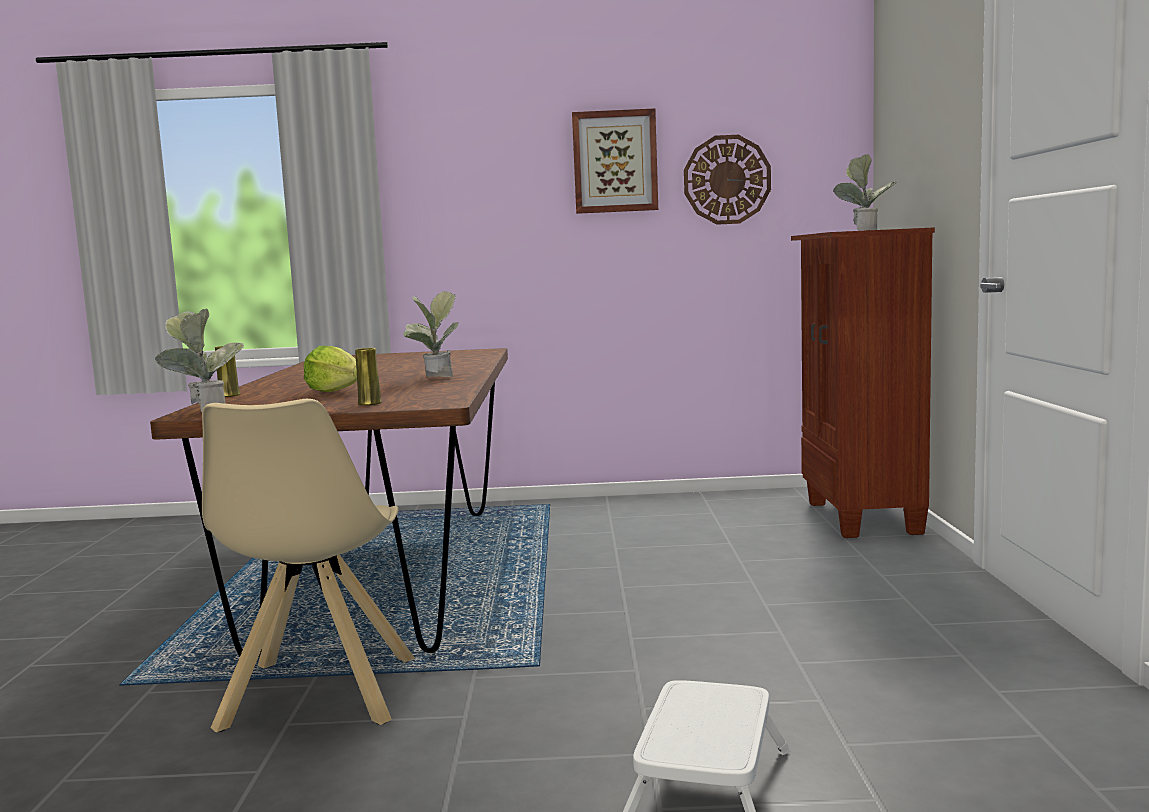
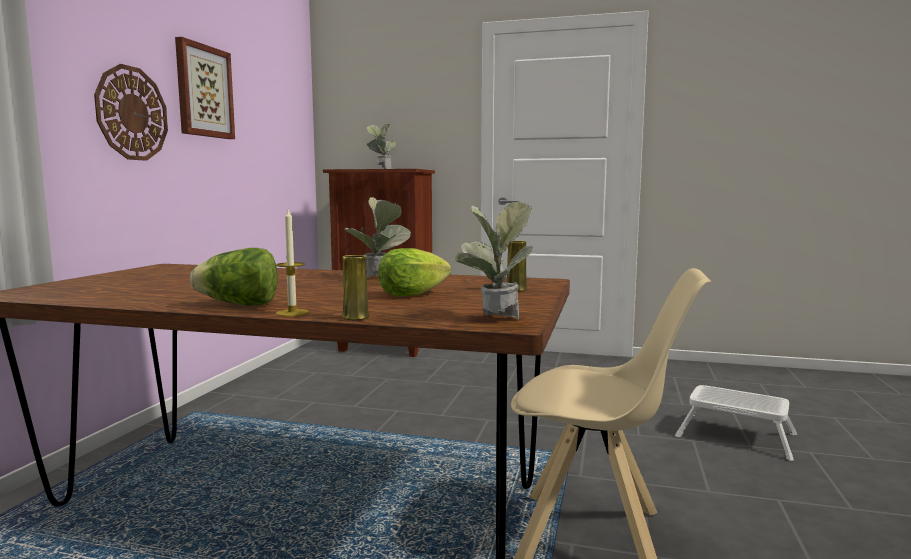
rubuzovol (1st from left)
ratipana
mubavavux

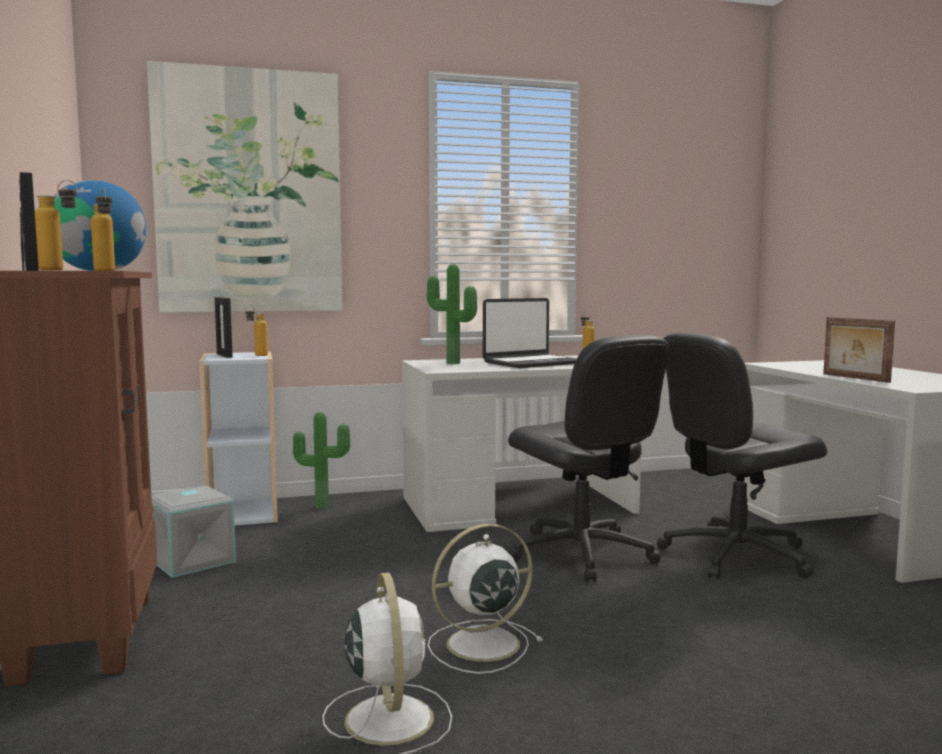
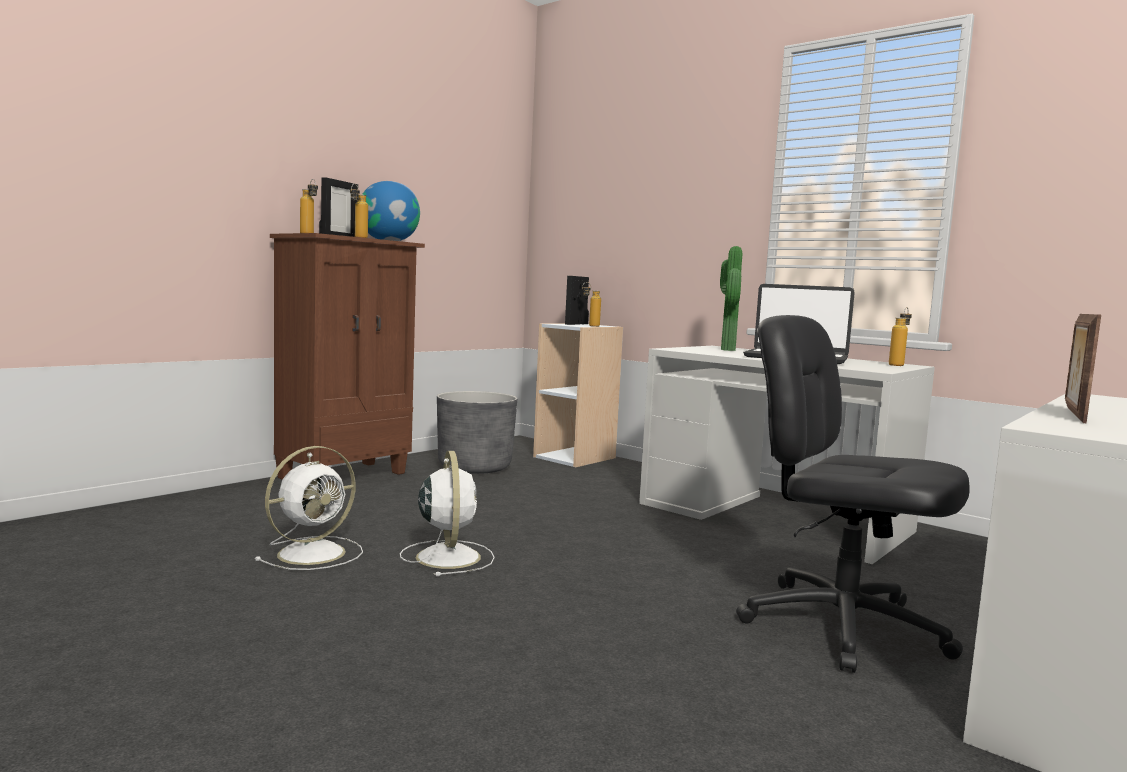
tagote
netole (1st from left in the first image)
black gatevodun (1st from left in the first image)
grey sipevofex
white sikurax (2nd from left)

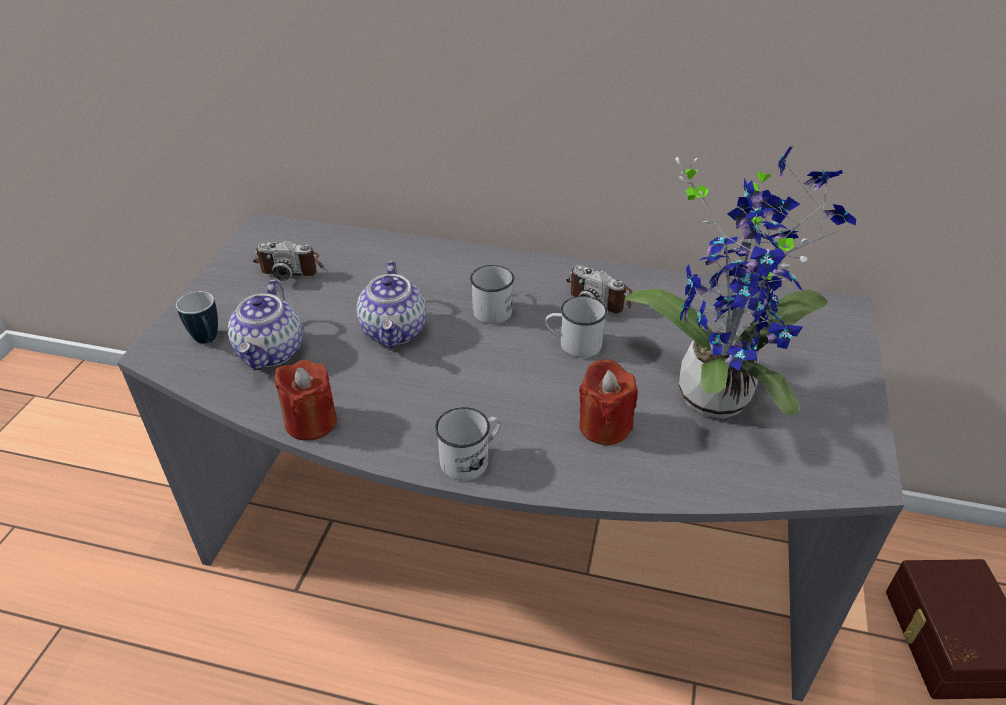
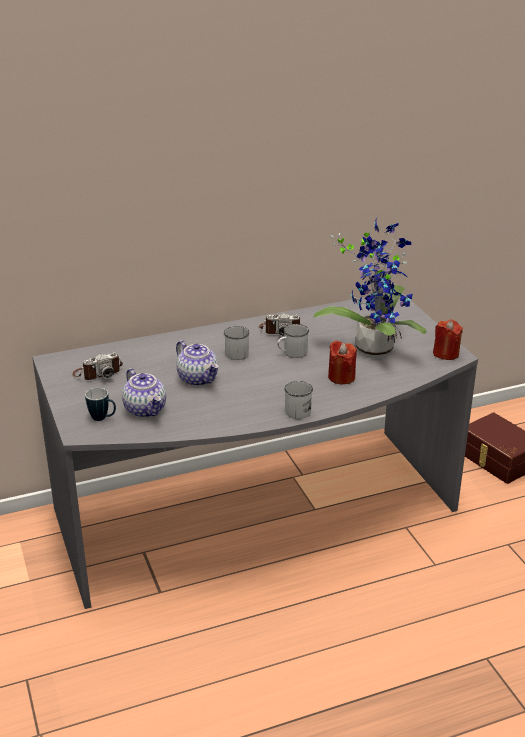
red ratipana (2nd from left)

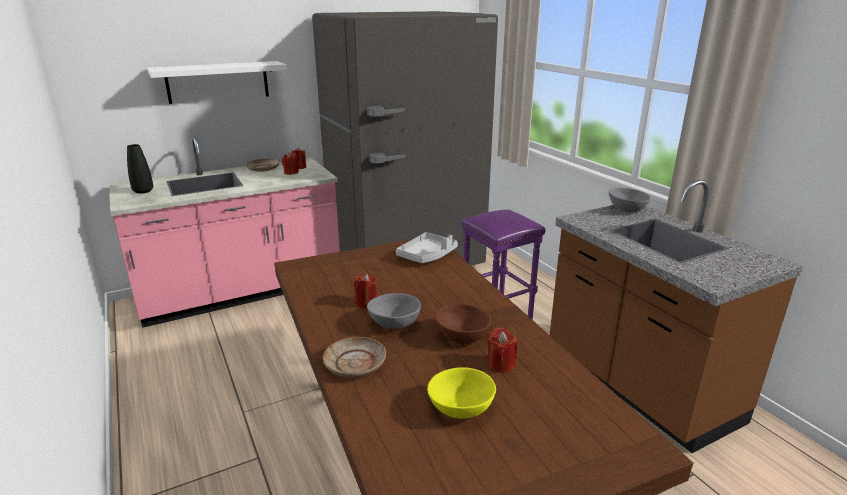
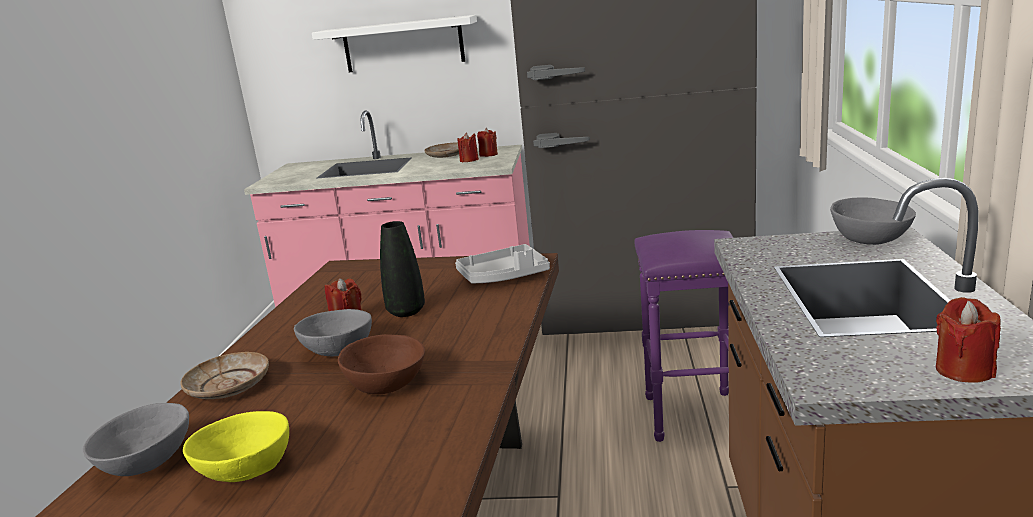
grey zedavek (1st from left)
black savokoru
red ratipana (4th from left)

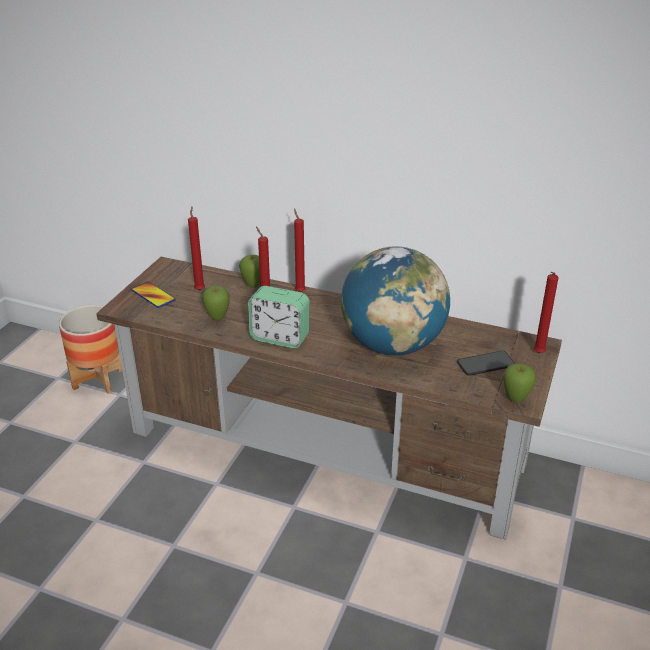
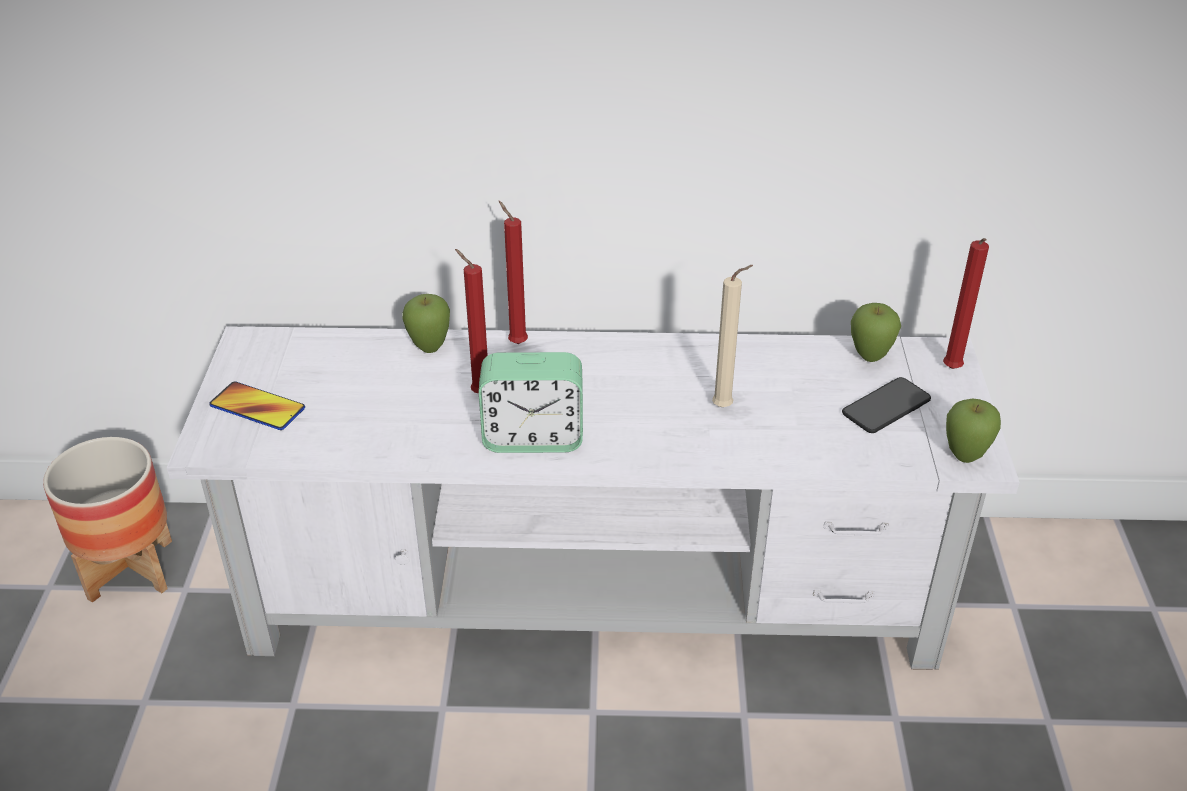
red ratipana (1st from left in the first image)
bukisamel (2nd from left)
beige ratipana
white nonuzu

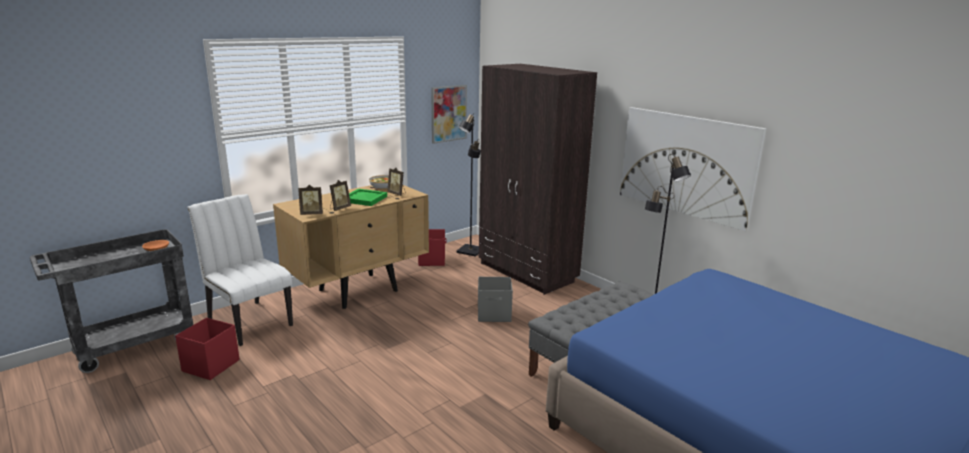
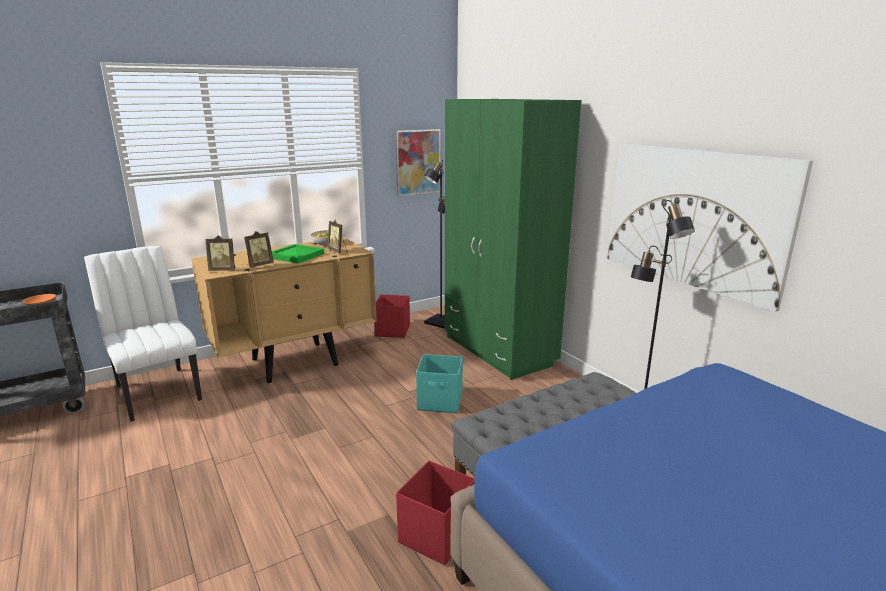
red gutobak (2nd from left)
turquoise gutobak
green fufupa

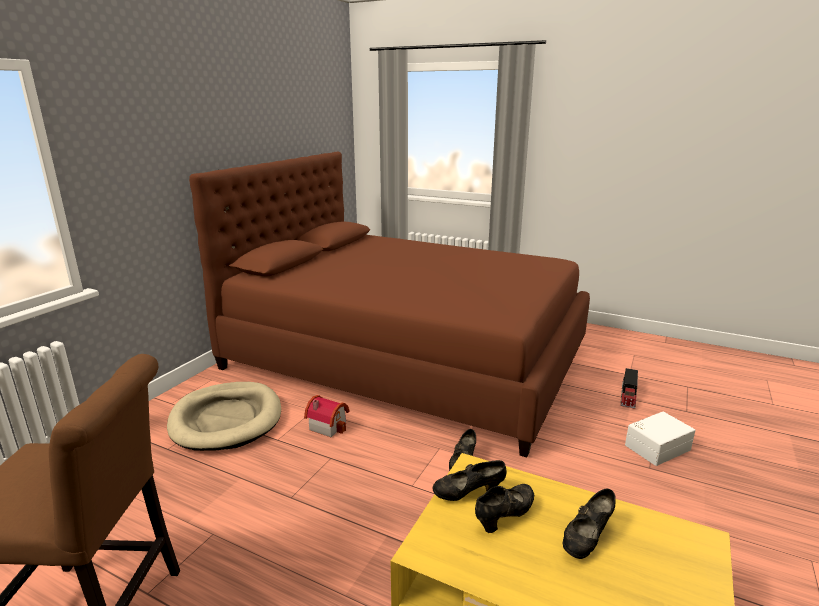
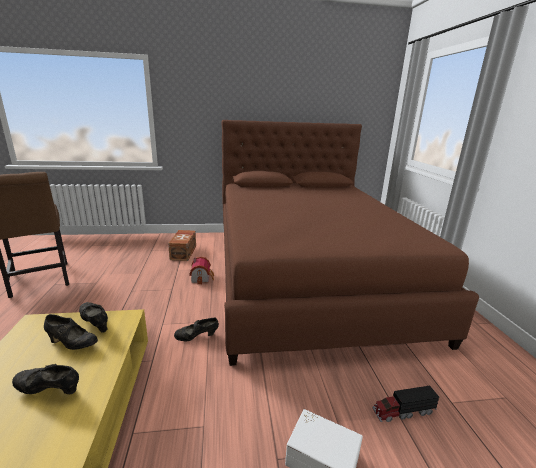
brown gutobak

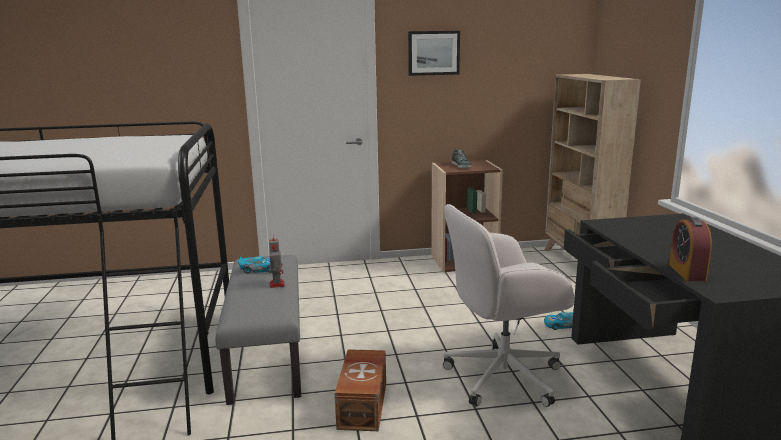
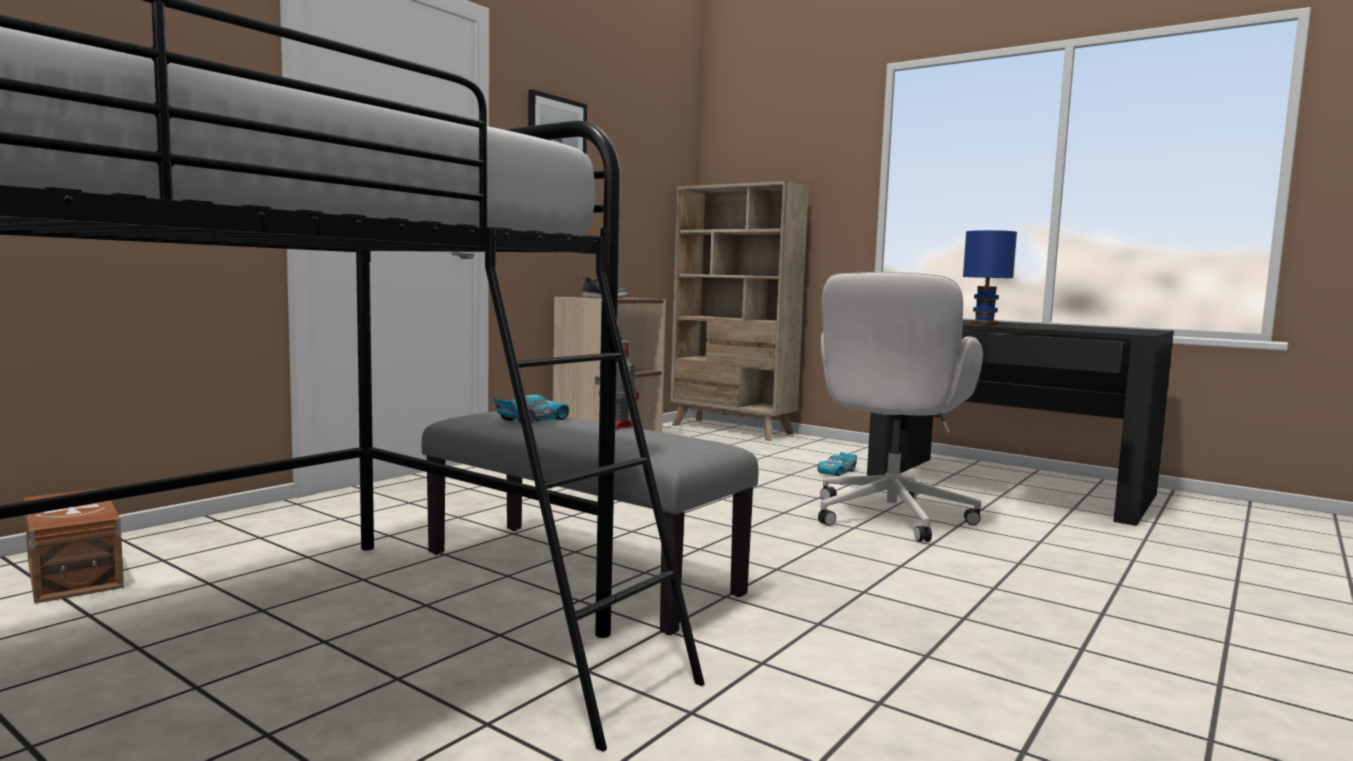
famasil
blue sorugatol
brown gutobak

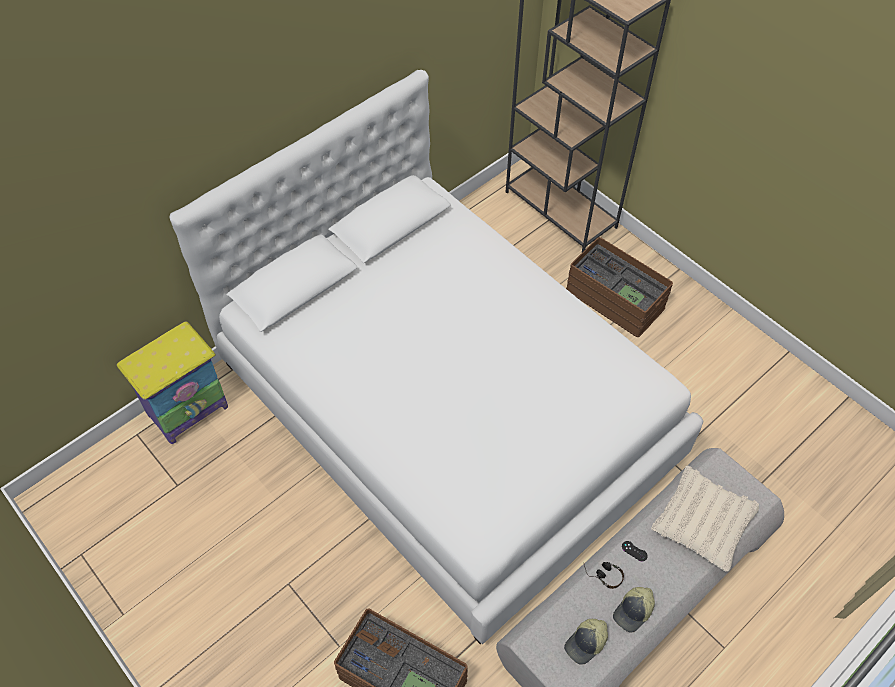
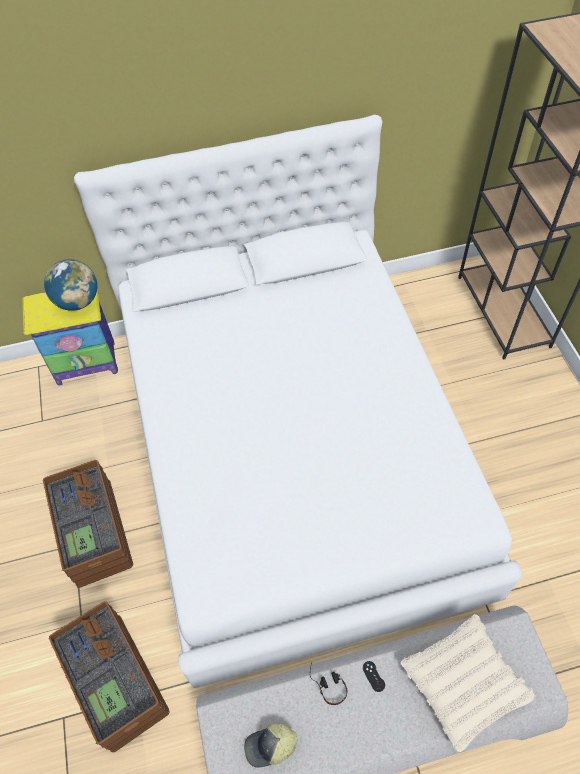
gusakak (2nd from left in the first image)
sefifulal
brown gutobak (1st from left)

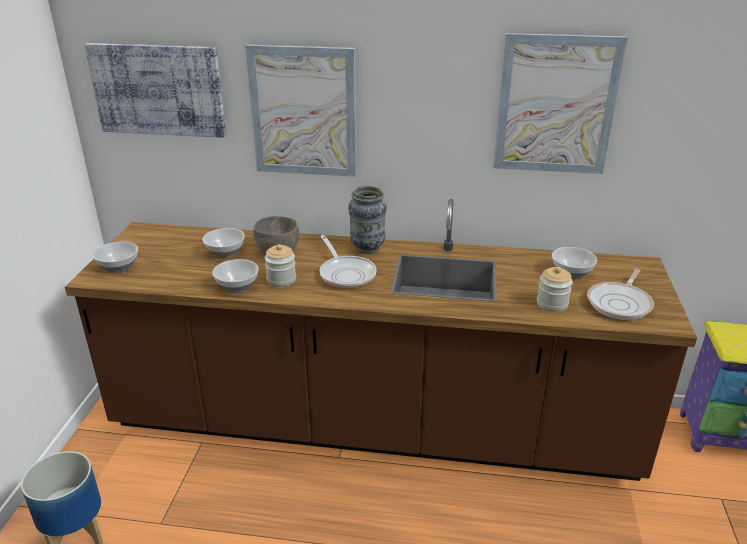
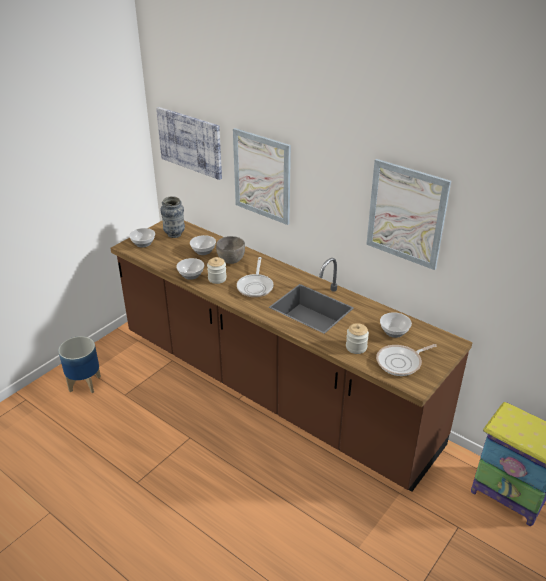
savokoru

